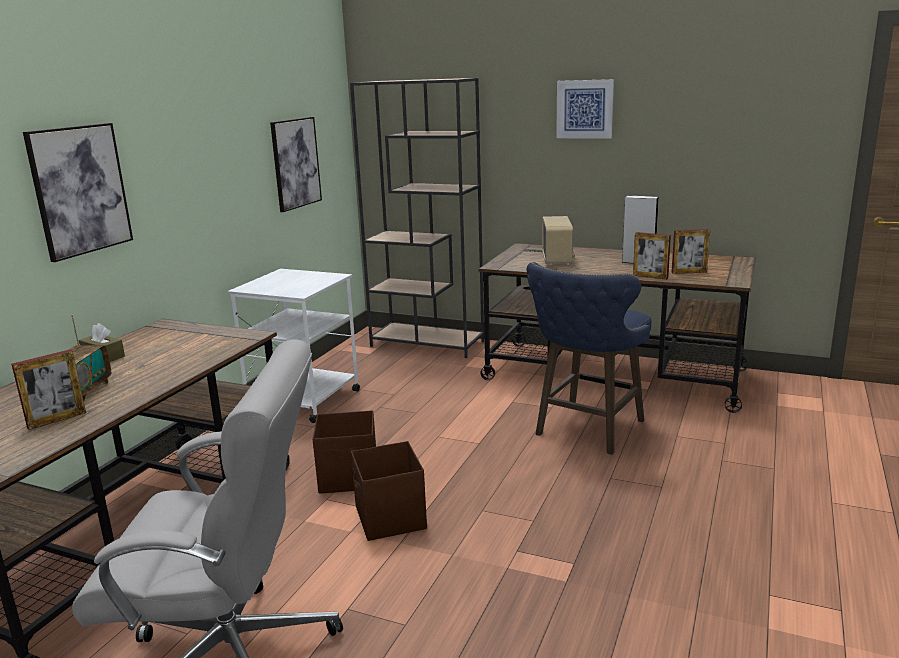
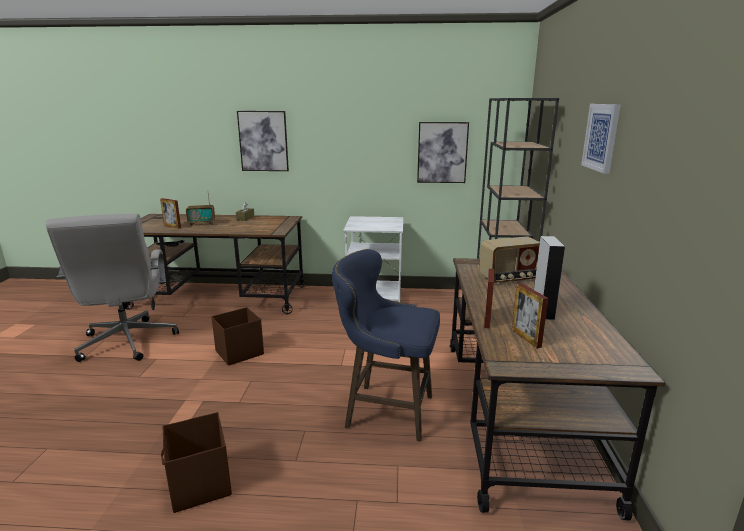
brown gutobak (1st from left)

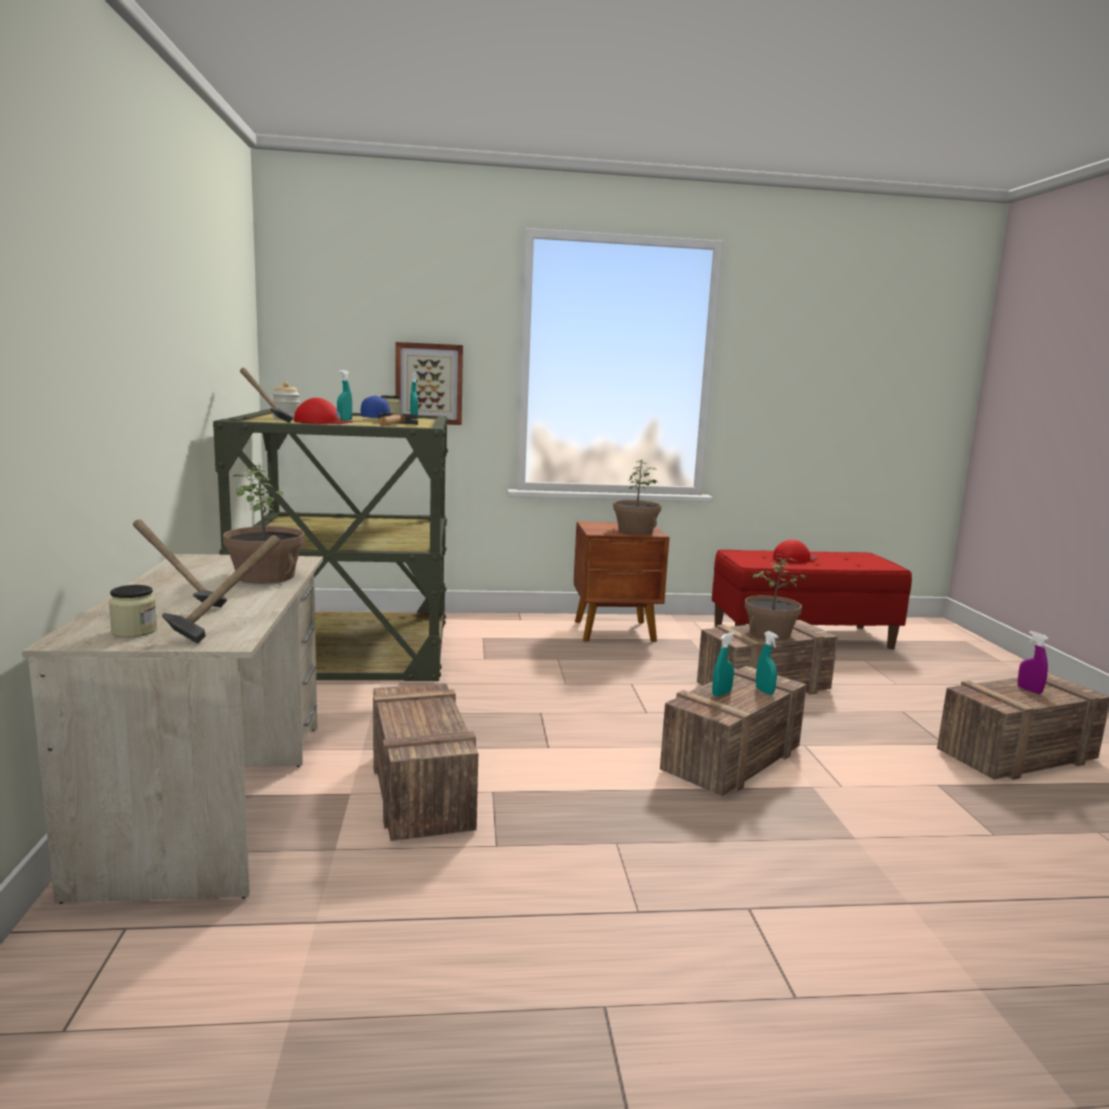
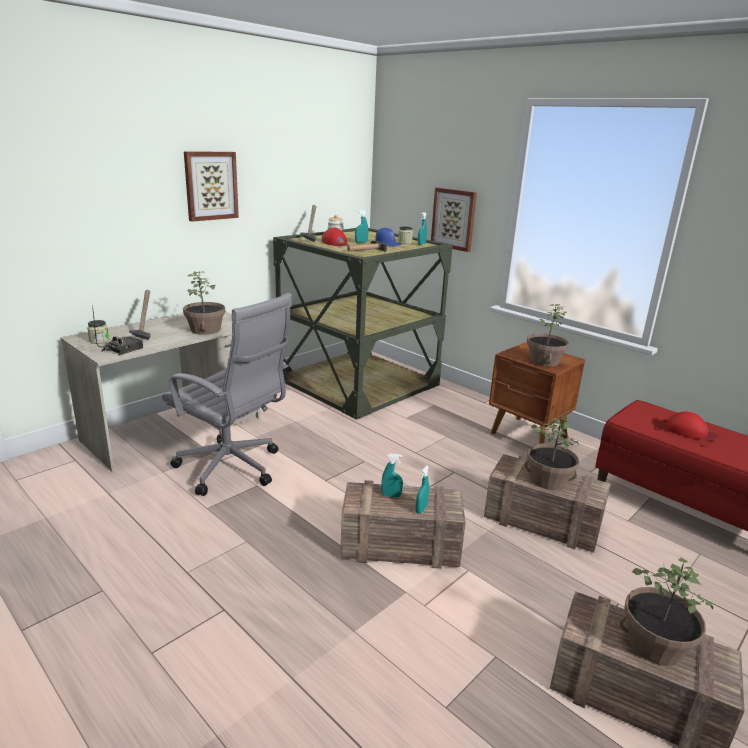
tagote (1st from left)
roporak
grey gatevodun
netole (4th from left)

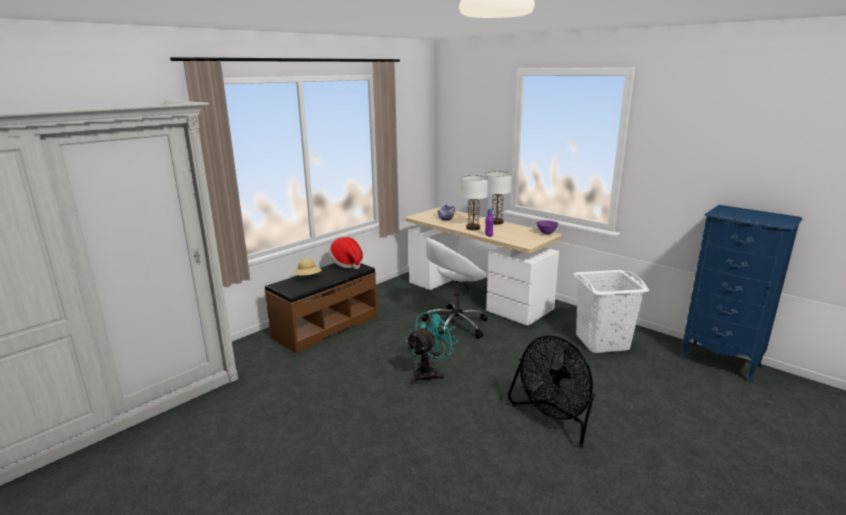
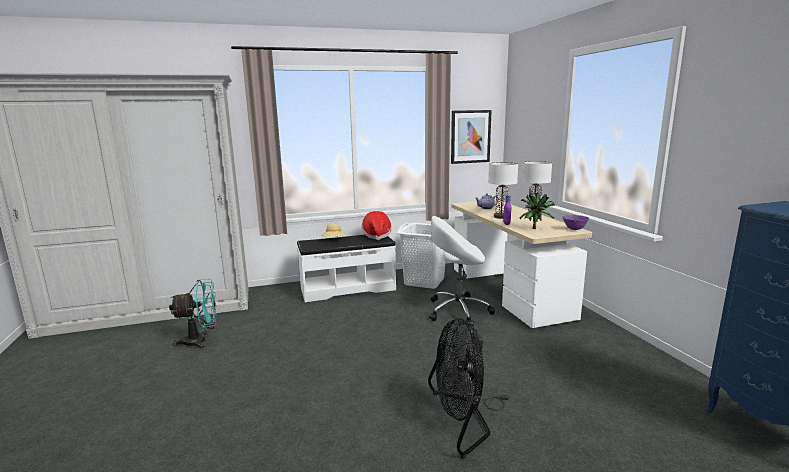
tagote
netole
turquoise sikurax
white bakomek
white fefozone

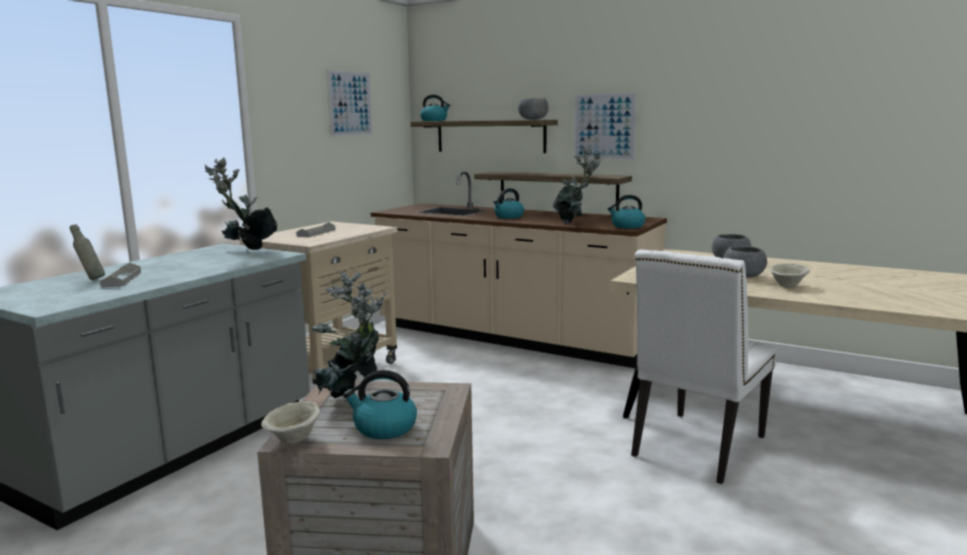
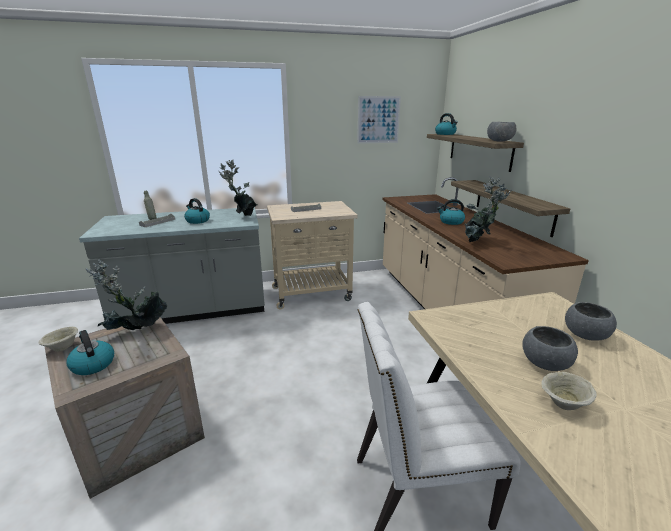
tagote (2nd from left in the first image)
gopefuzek (2nd from left)

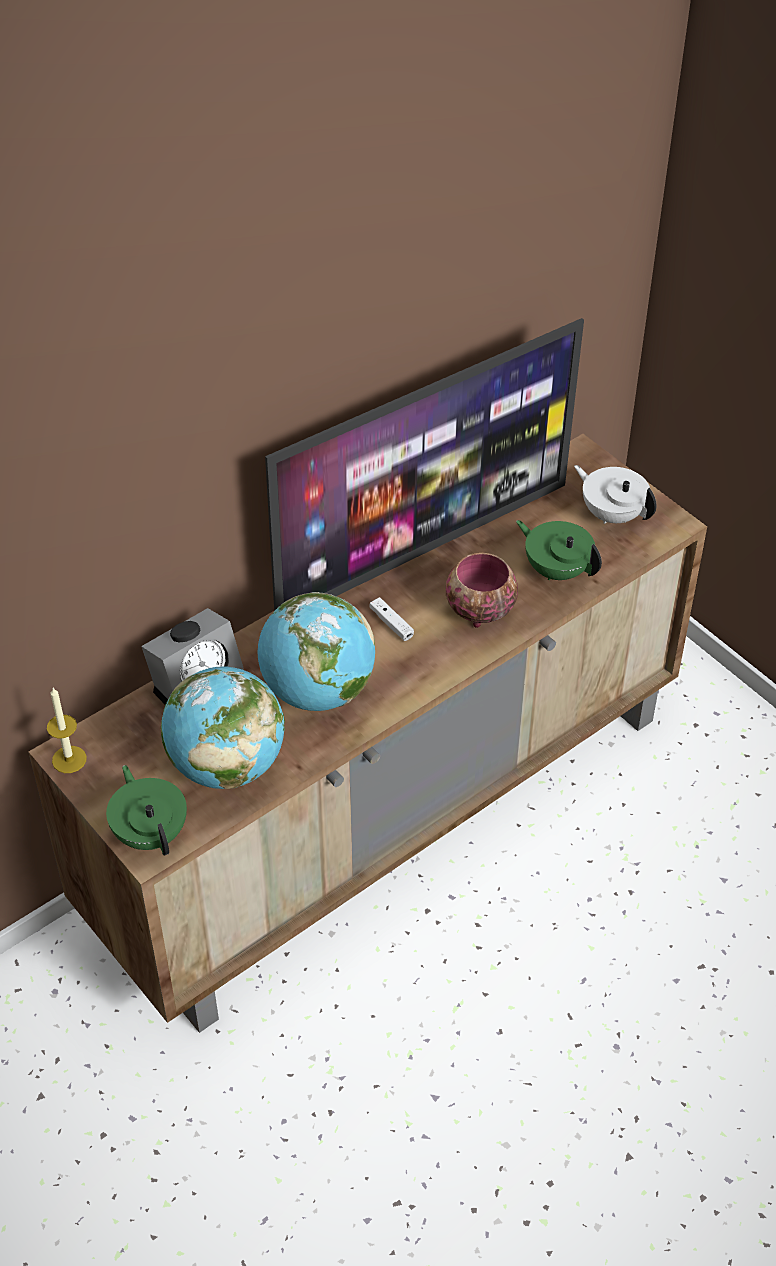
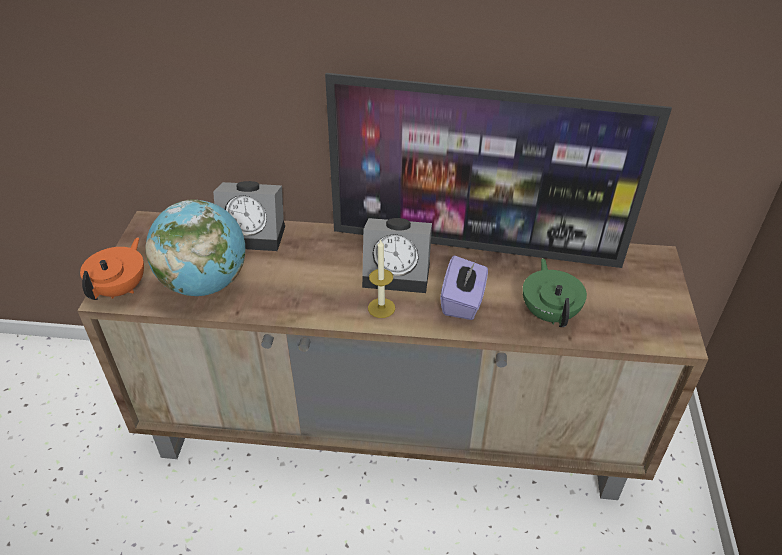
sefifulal (2nd from left in the first image)
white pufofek
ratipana
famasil (2nd from left)
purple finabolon
orange pufofek

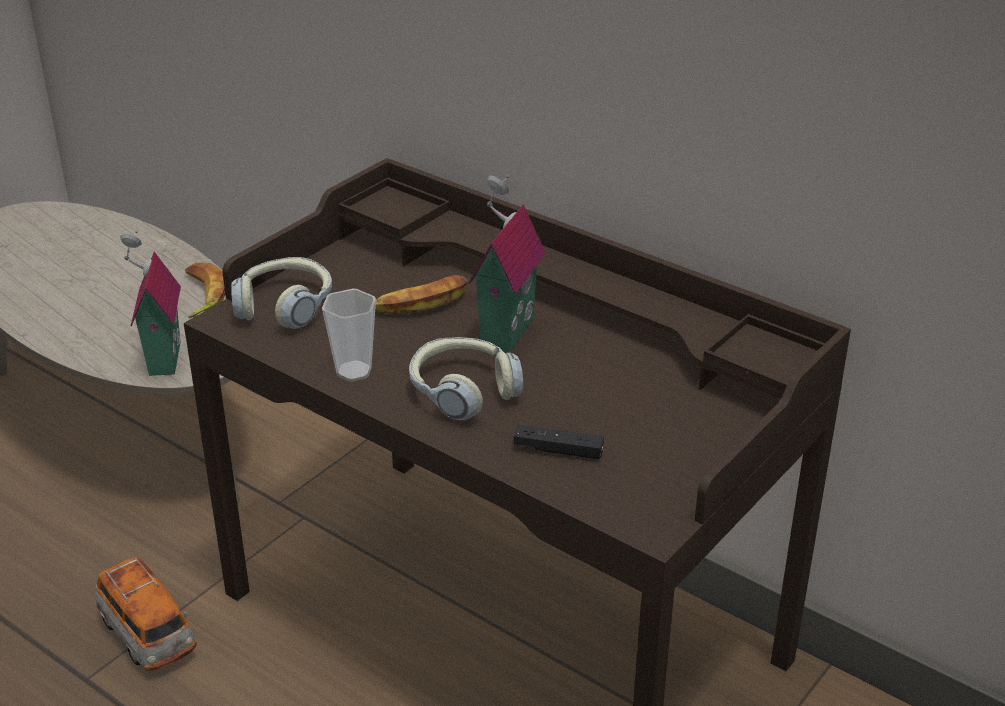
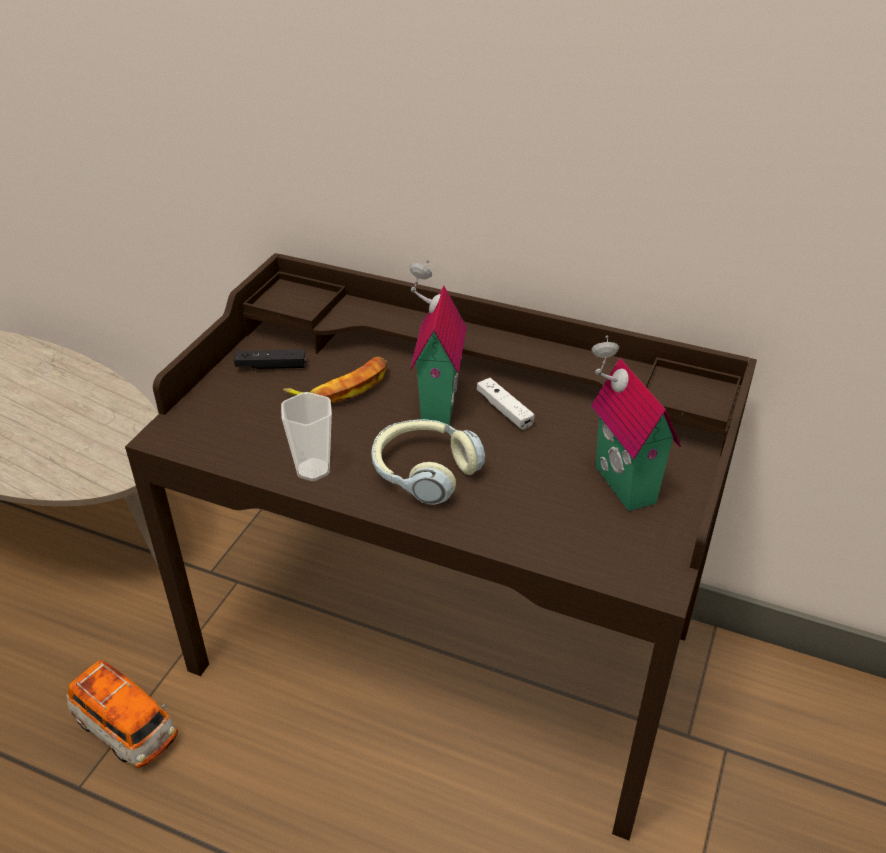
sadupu (1st from left in the first image)
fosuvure (1st from left in the first image)
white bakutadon
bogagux (2nd from left)
black bakutadon

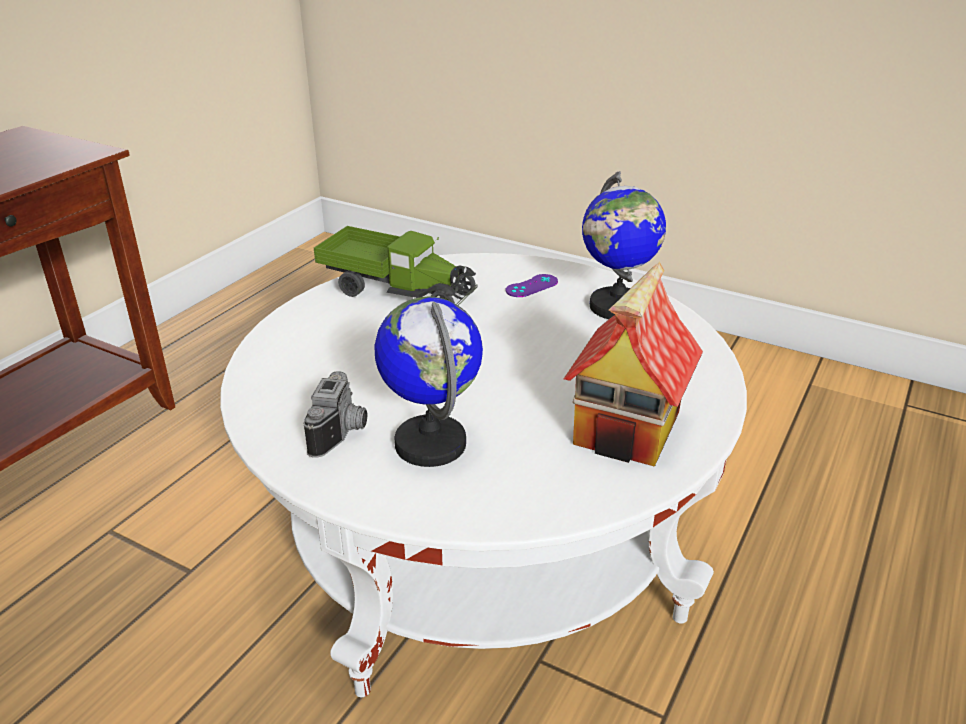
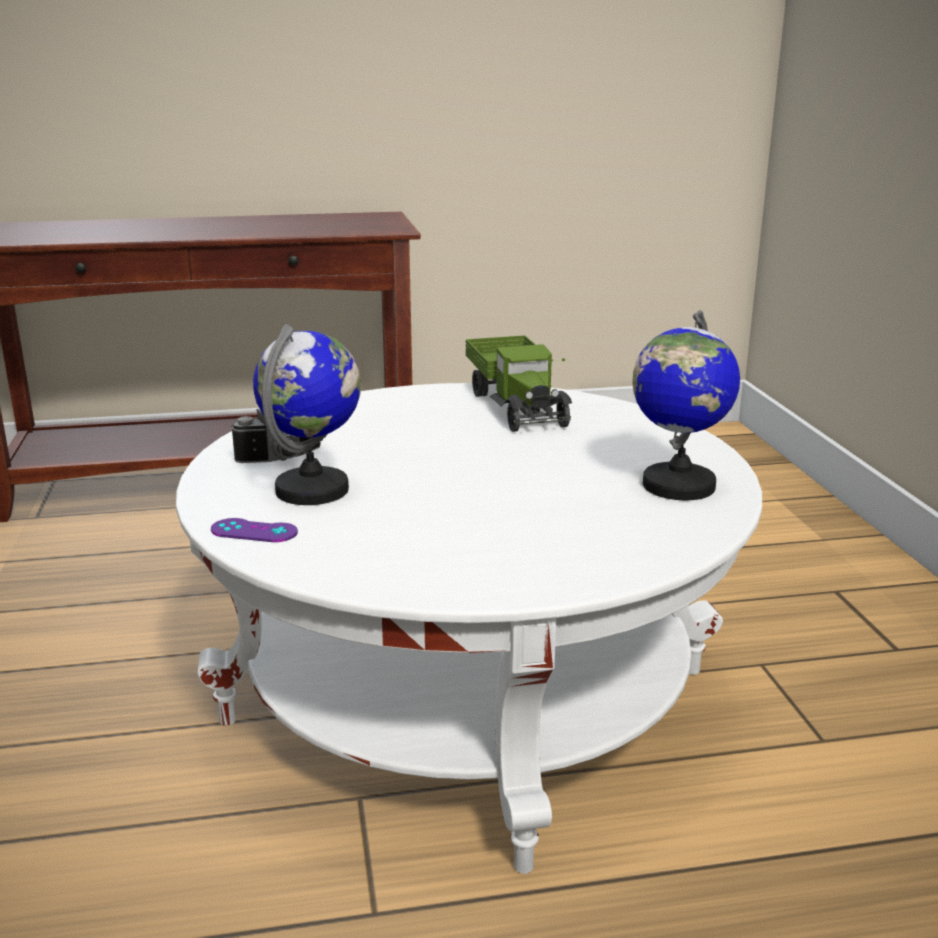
bogagux
purple bakutadon

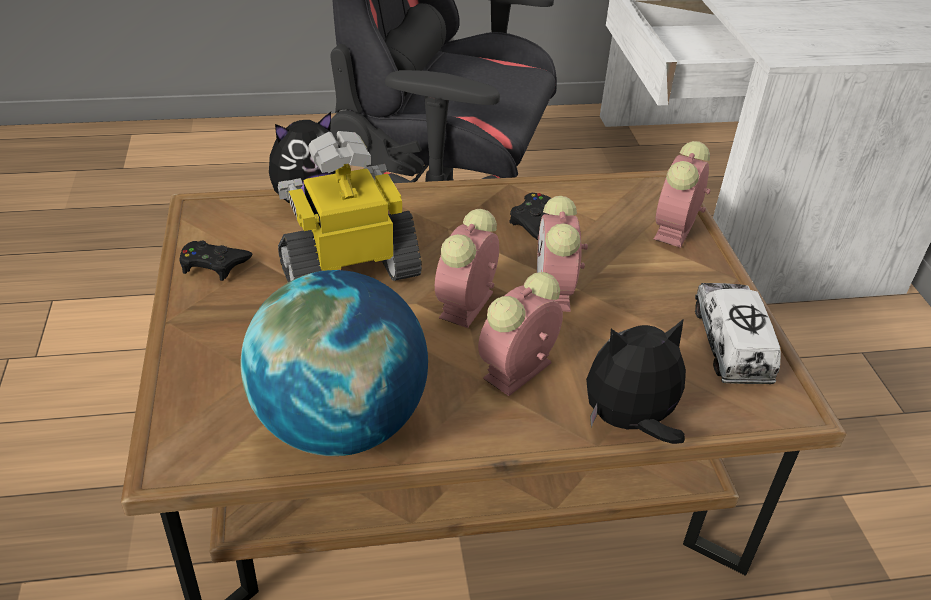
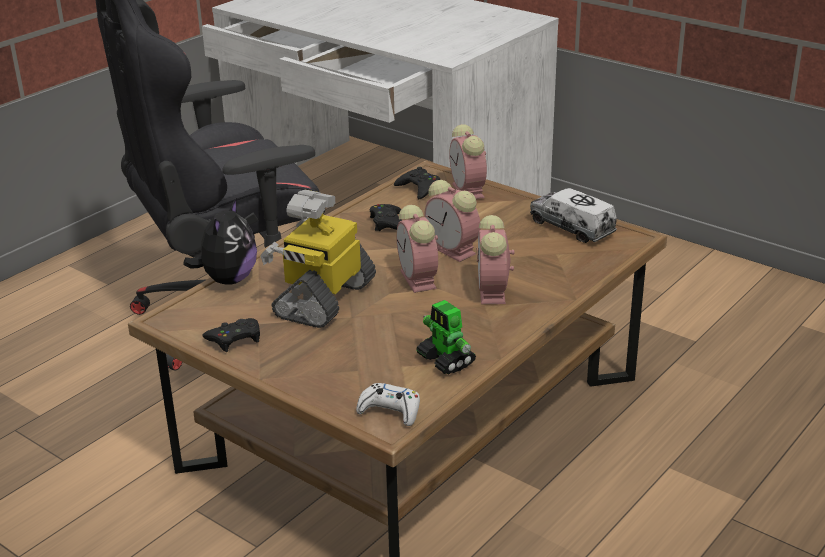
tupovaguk (2nd from left in the first image)
white bakutadon
black bakutadon (3rd from left)
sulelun (2nd from left)

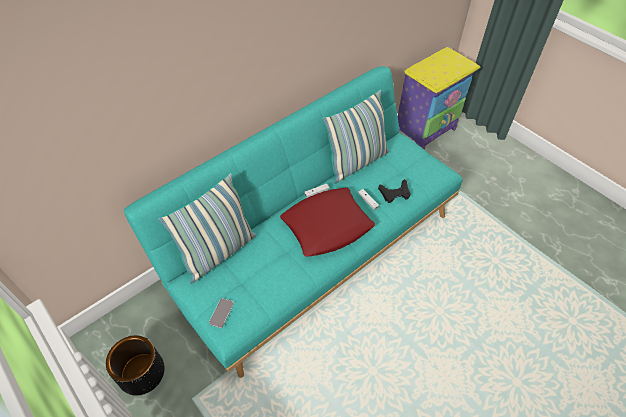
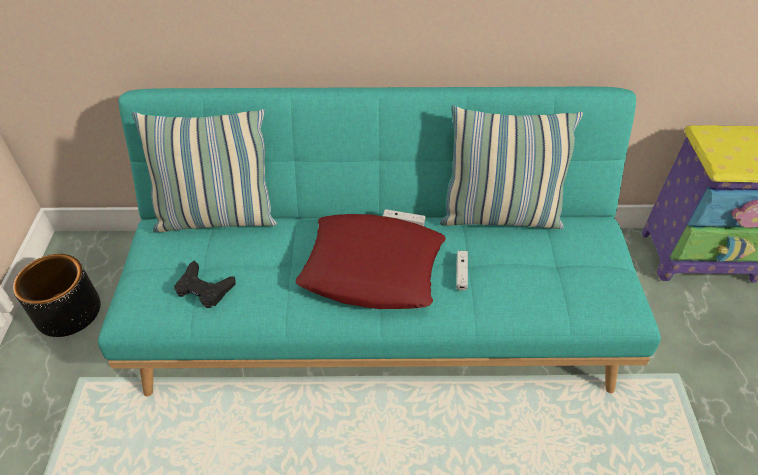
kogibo
black bakutadon

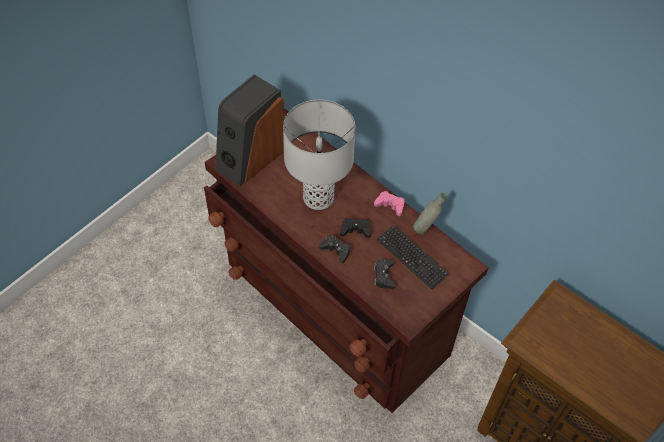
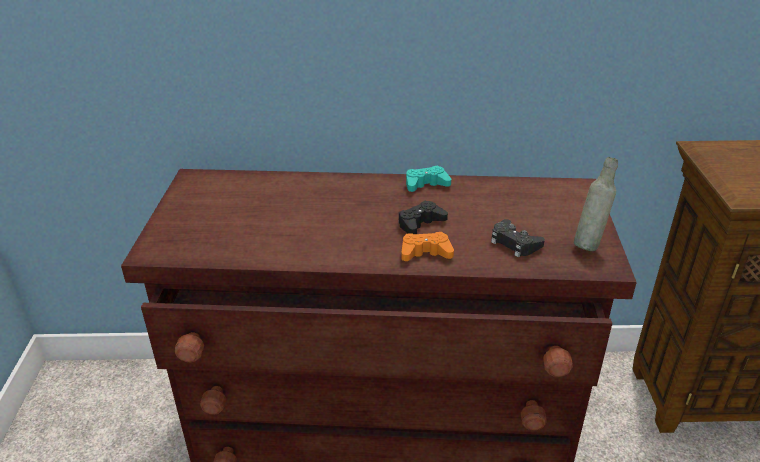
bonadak
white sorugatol
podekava
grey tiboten
orange bakutadon
turquoise bakutadon

